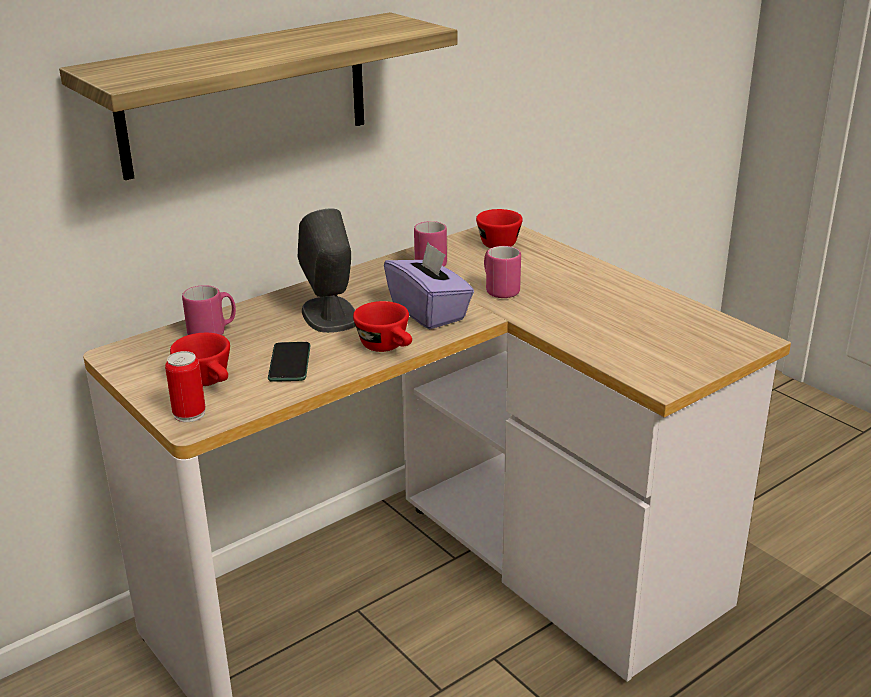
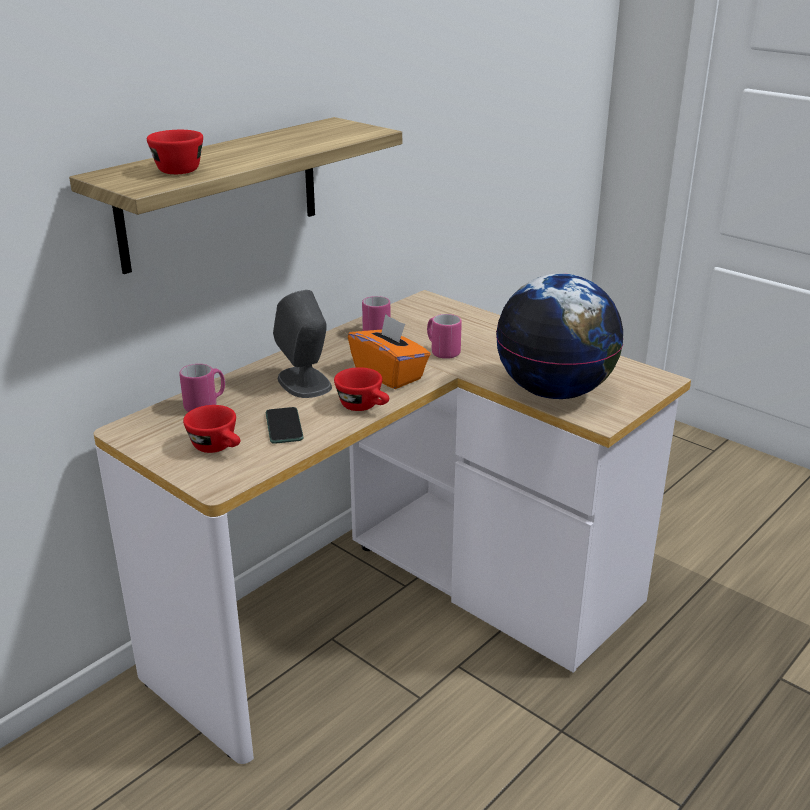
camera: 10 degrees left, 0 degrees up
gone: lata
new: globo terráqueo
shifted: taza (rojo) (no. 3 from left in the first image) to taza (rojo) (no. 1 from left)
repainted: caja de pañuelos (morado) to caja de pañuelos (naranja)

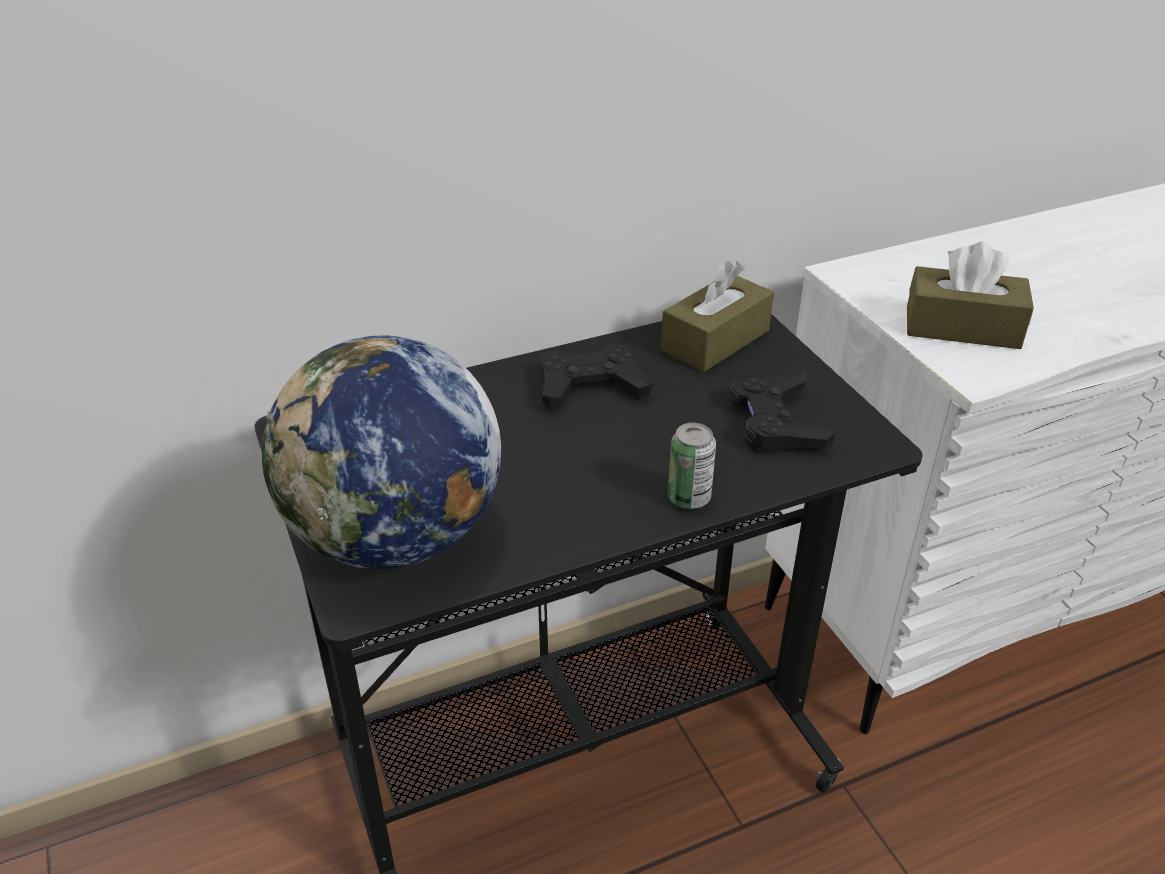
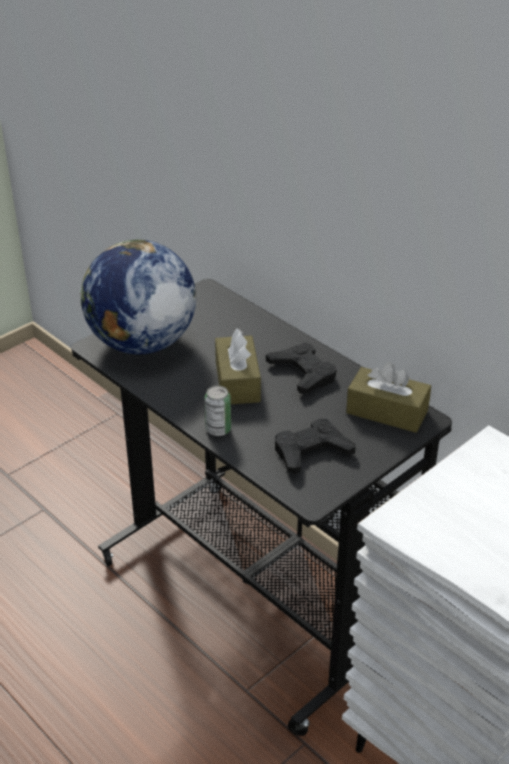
camera: 70 degrees right, 0 degrees up
shifted: caja de pañuelos (marrón) (no. 2 from left in the first image) to caja de pañuelos (marrón) (no. 1 from left)

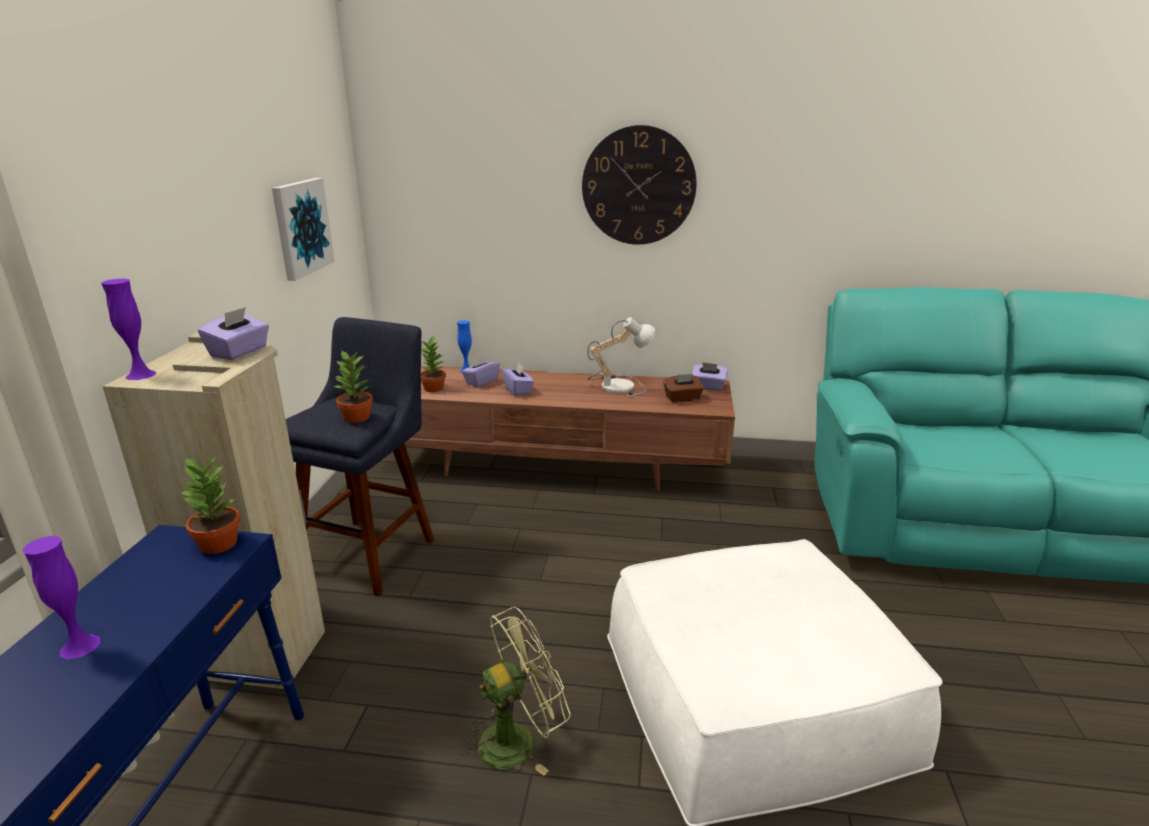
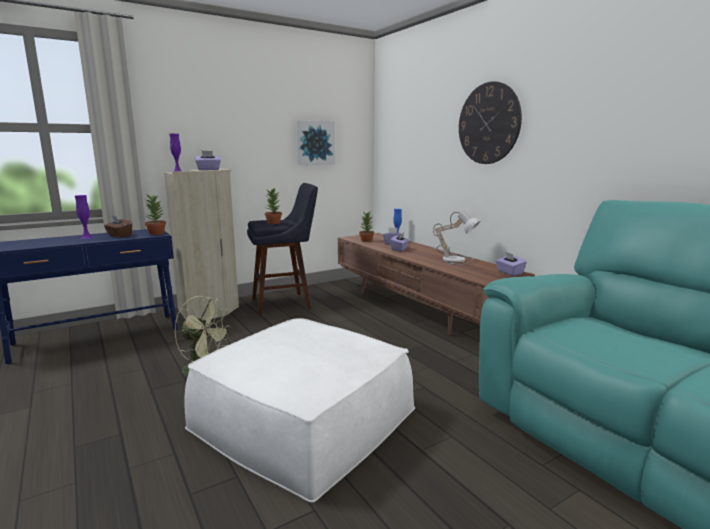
camera: 50 degrees right, 10 degrees down
shifted: caja de pañuelos (marrón)

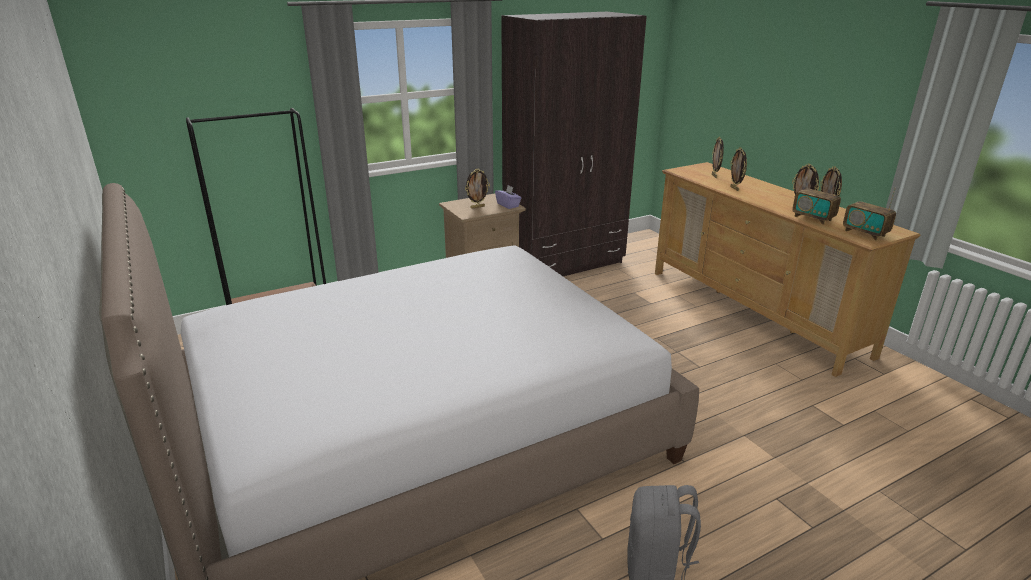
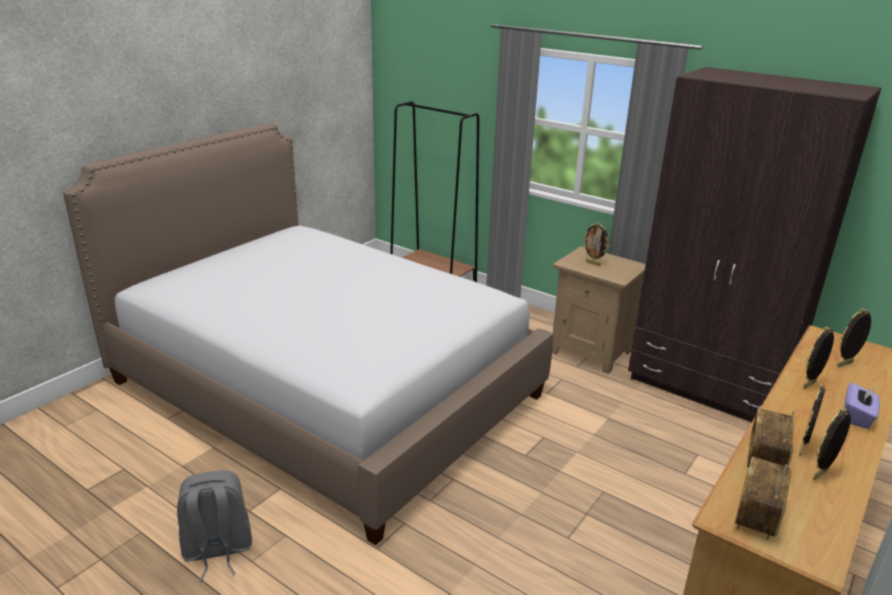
camera: 65 degrees right, 0 degrees up
shifted: caja de pañuelos (morado)

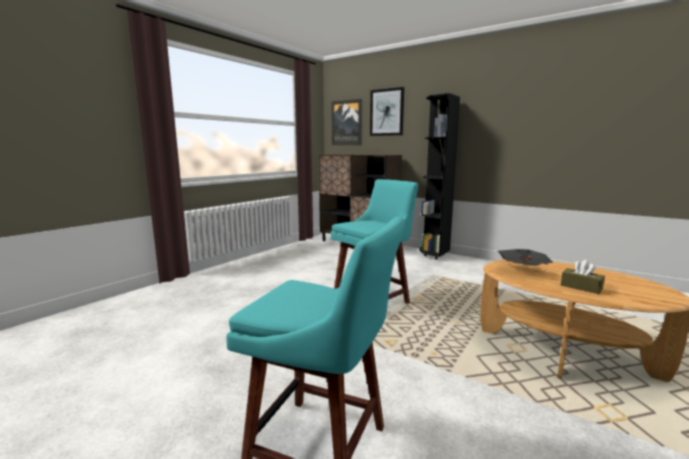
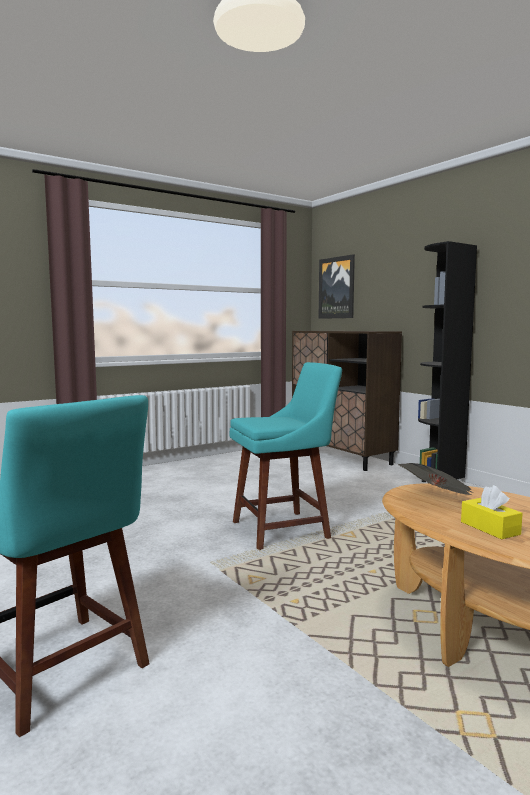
camera: 20 degrees right, 5 degrees down
gone: cuadro (no. 2 from left)
repainted: caja de pañuelos (marrón) to caja de pañuelos (amarillo)

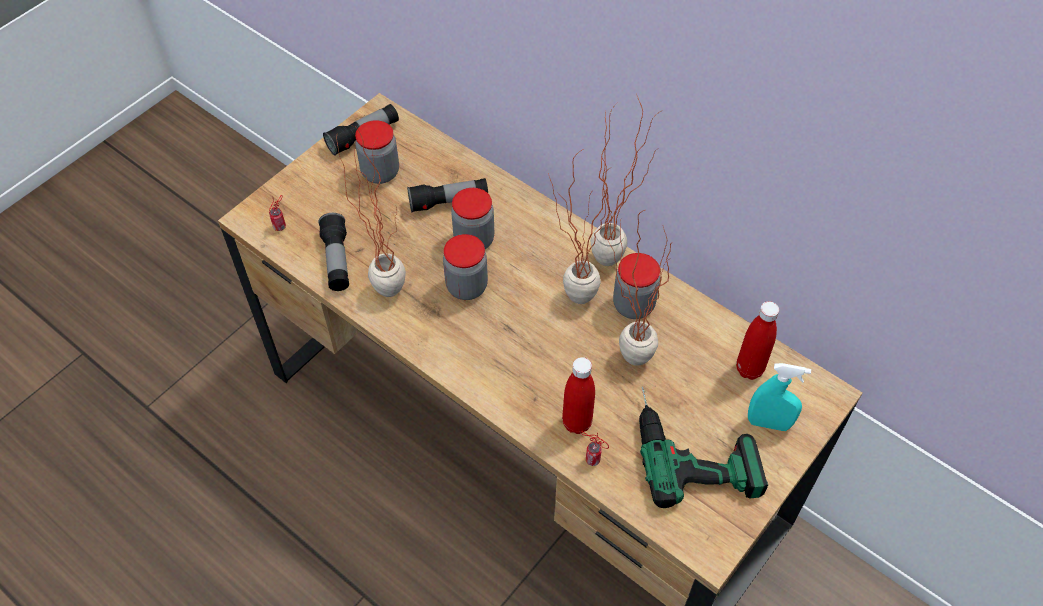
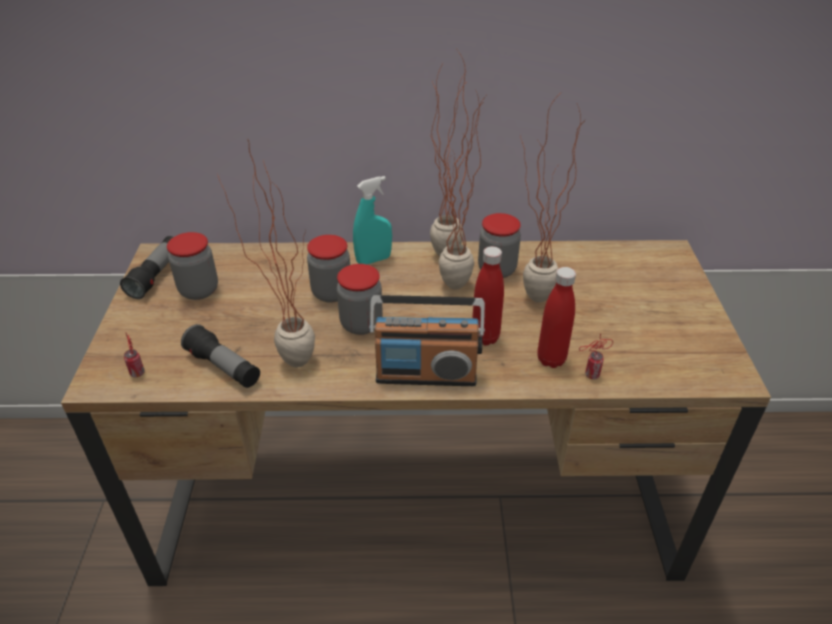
camera: 40 degrees left, 15 degrees down
gone: linterna (no. 3 from left); taladro
new: radio
shifted: botella (rojo) (no. 2 from left in the first image) to botella (rojo) (no. 1 from left); pulverizador (turquesa)

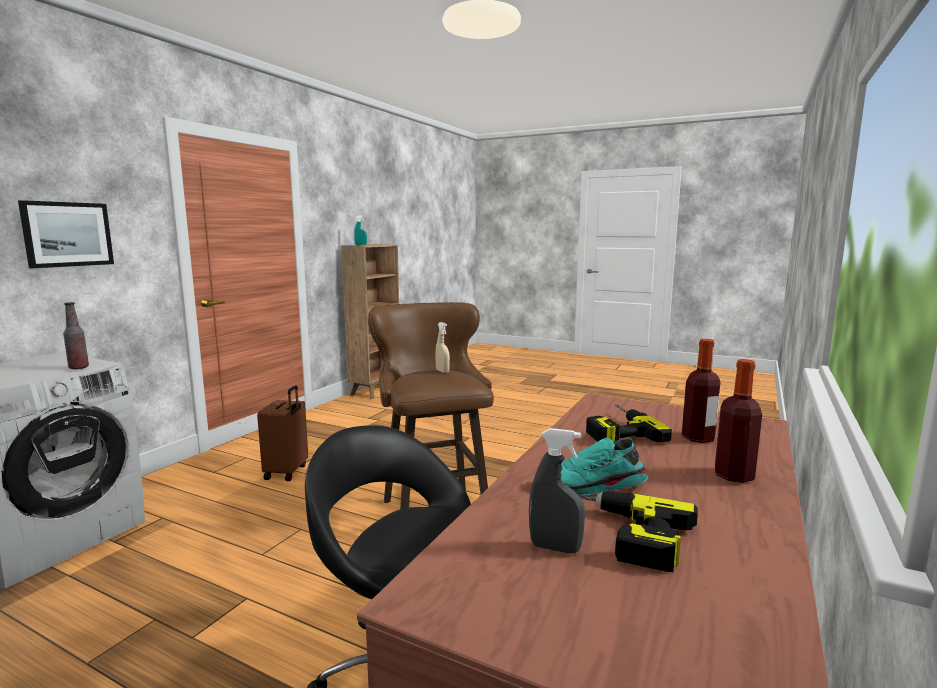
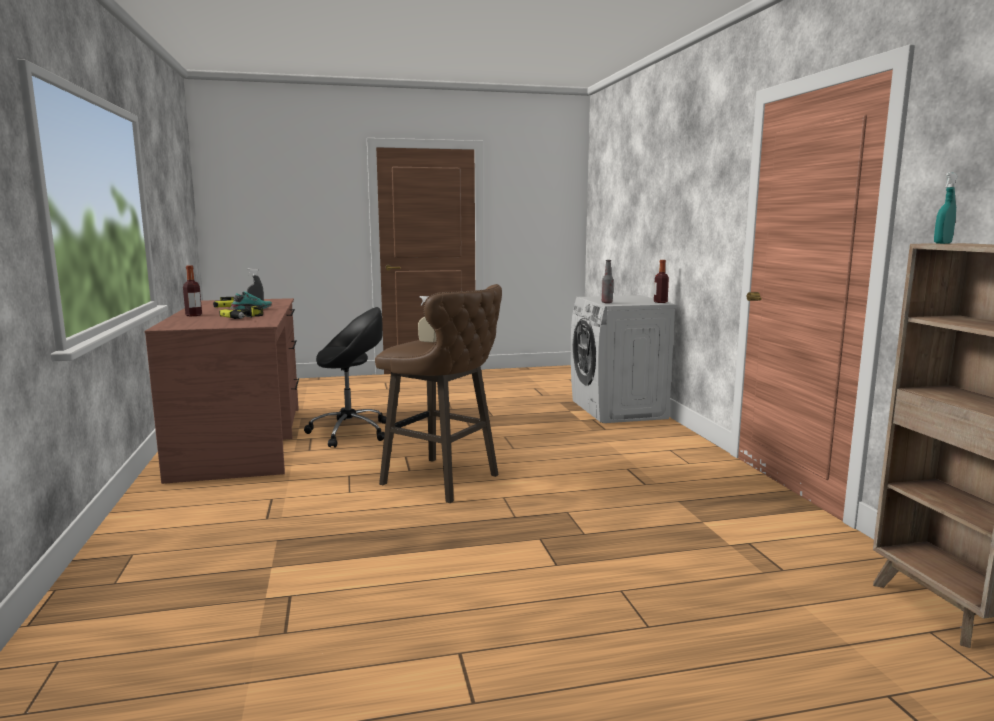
camera: 140 degrees right, 0 degrees up
gone: cuadro; maleta (marrón)
shifted: botella (no. 2 from left in the first image) to botella (no. 3 from left)

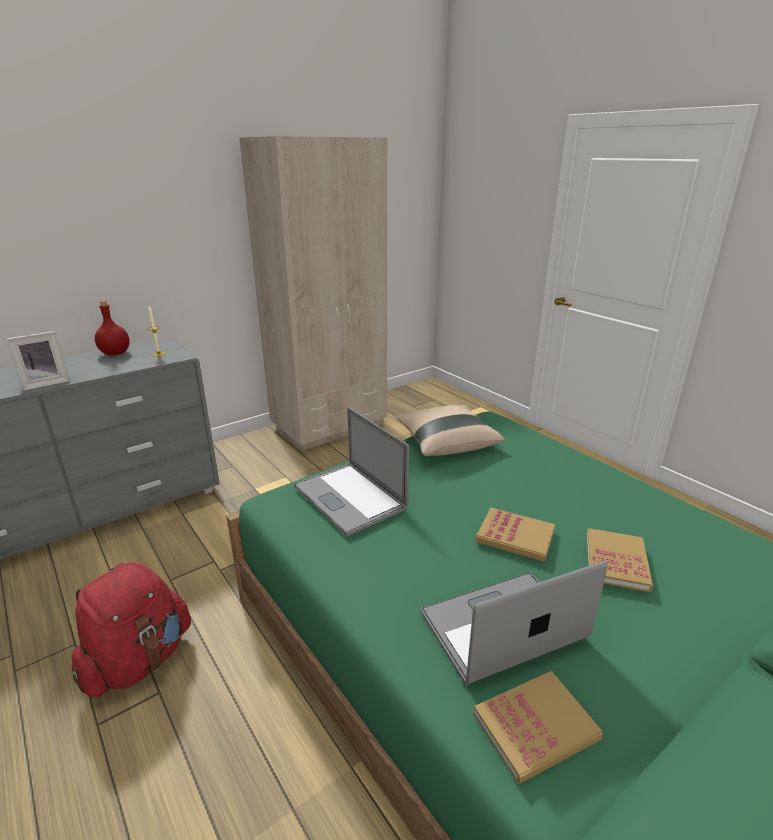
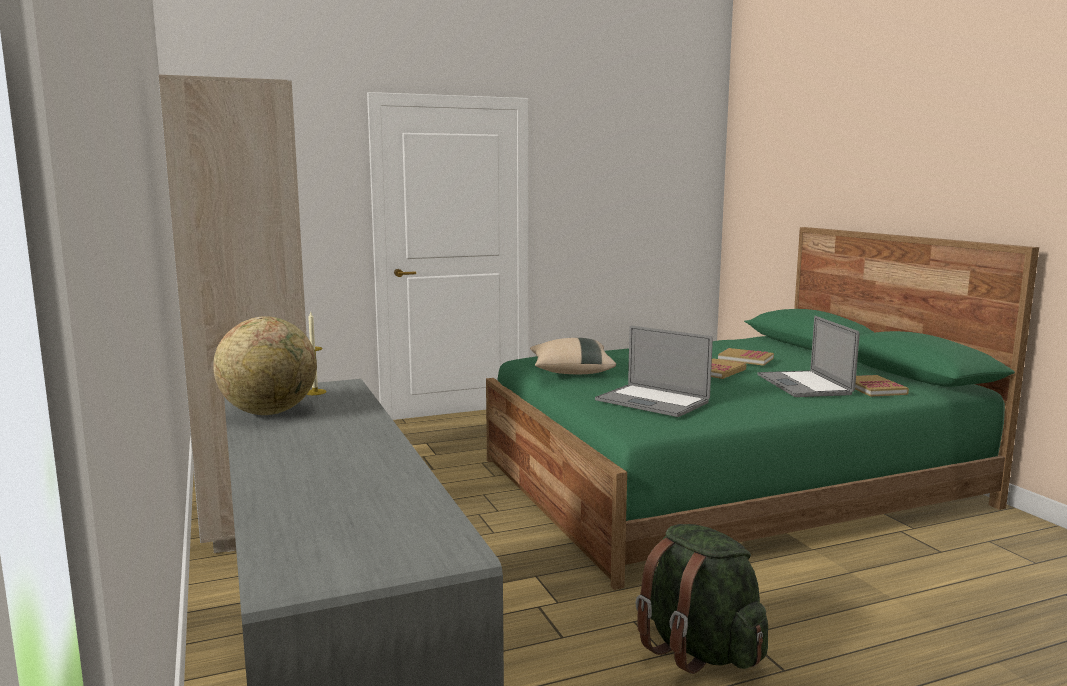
camera: 75 degrees left, 15 degrees down
gone: portarretratos
swapped: botella (rojo) to globo terráqueo
repainted: mochila (rojo) to mochila (verde)
rotated: portátil (no. 1 from left) 60 degrees clockwise

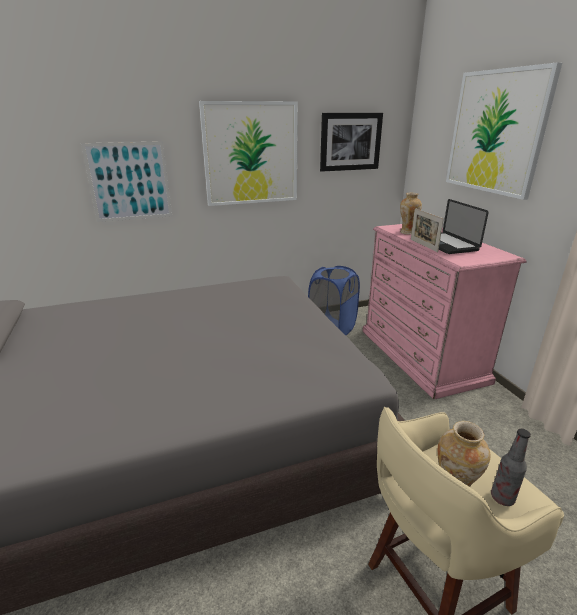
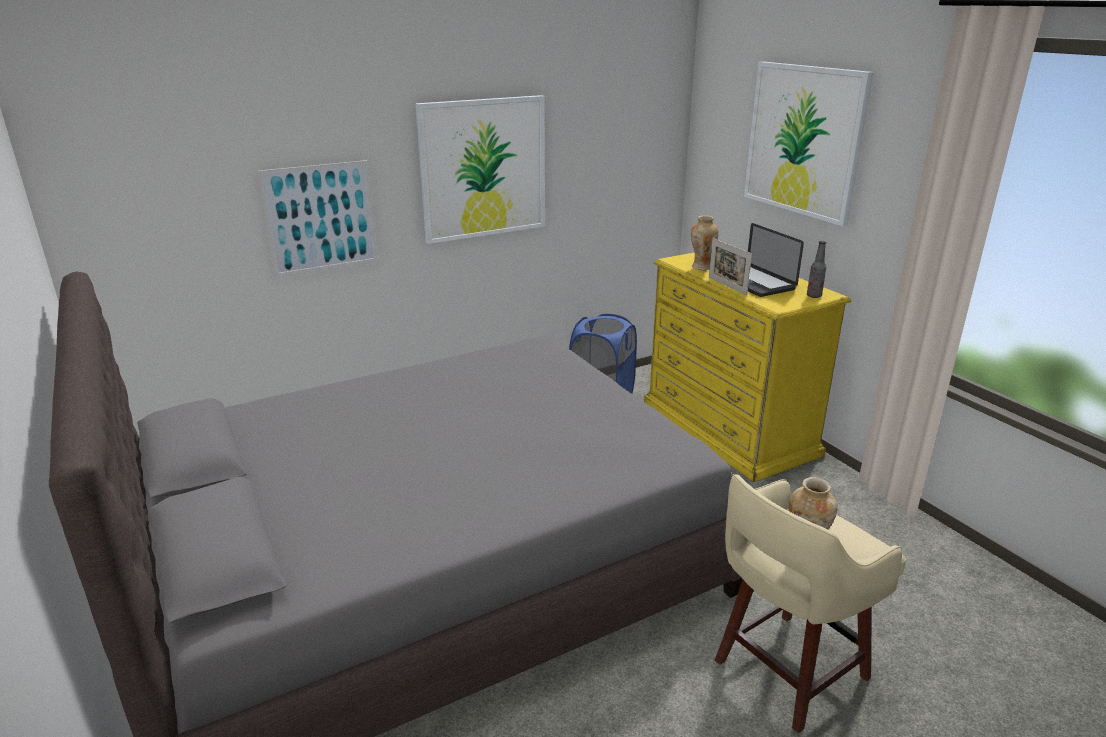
camera: 10 degrees left, 0 degrees up
gone: cuadro (no. 3 from left)
shifted: botella
repainted: cómoda (rosa) to cómoda (amarillo)

